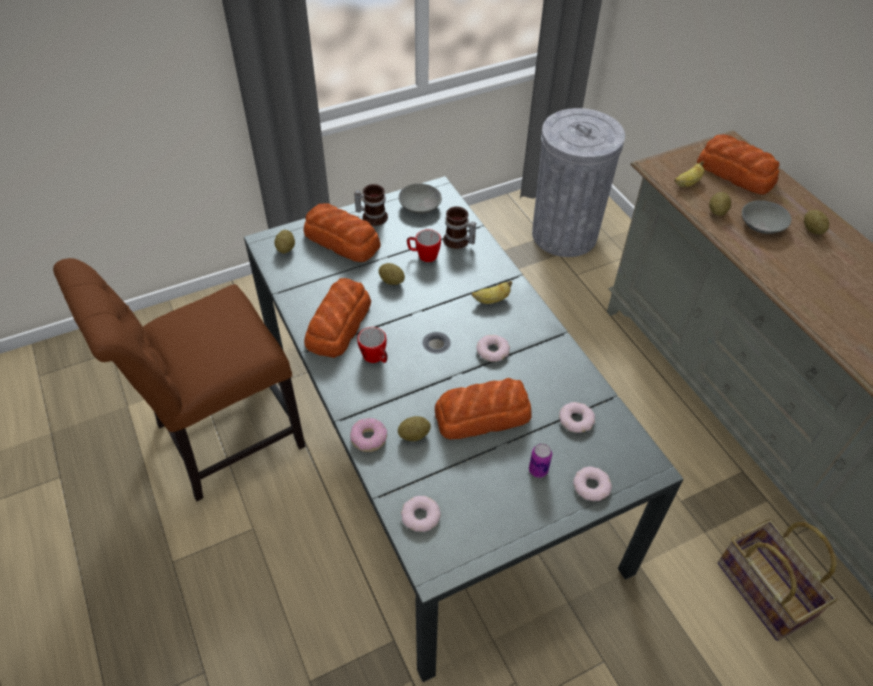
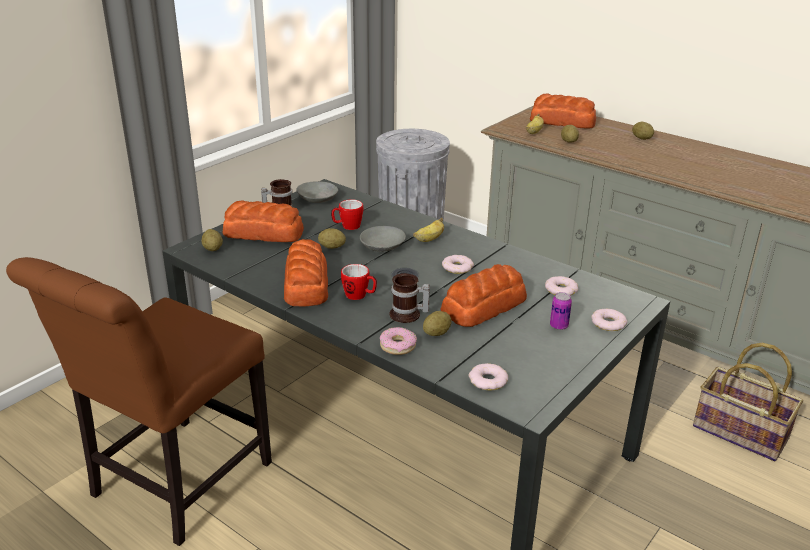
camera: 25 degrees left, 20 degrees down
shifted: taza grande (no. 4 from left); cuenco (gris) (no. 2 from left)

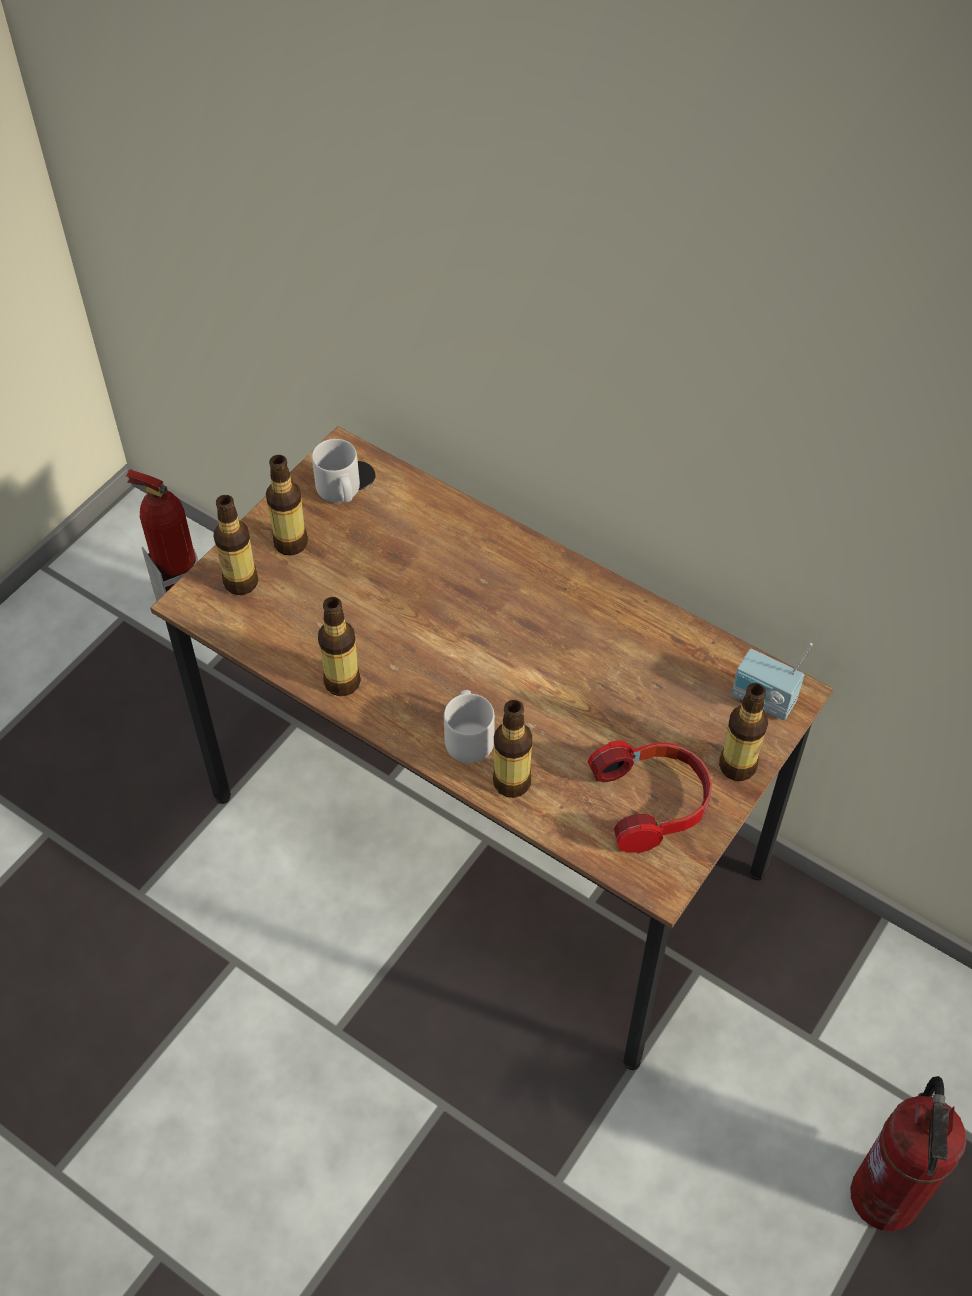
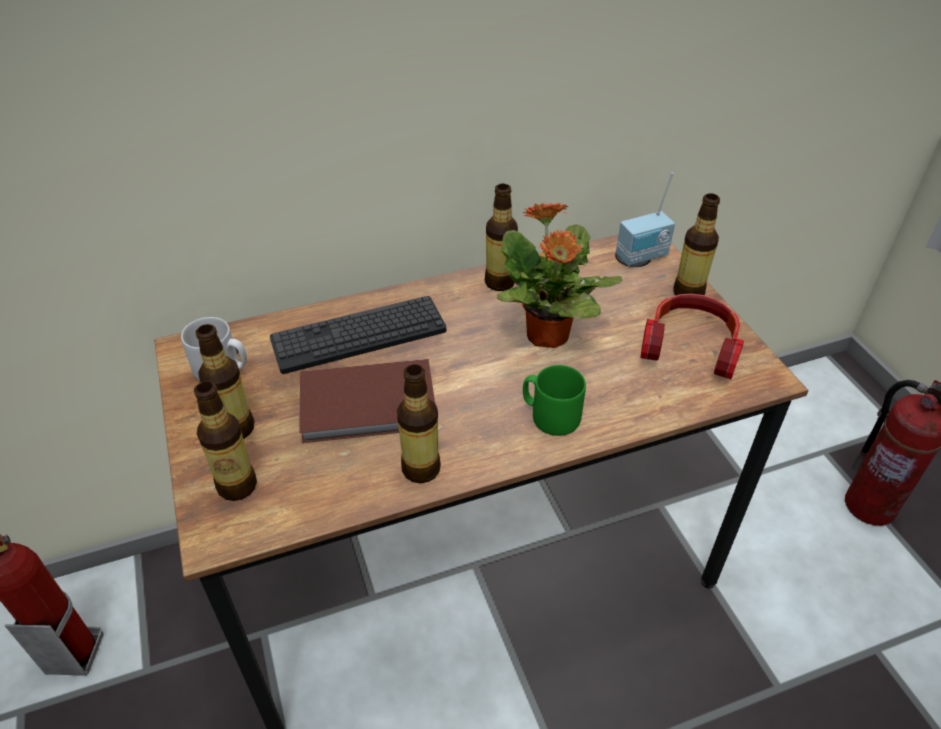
camera: 55 degrees left, 10 degrees down
new: teclado; libro (marrón); planta en maceta
shifted: botella (no. 4 from left)
repainted: taza grande (gris) (no. 2 from left) to taza grande (verde)

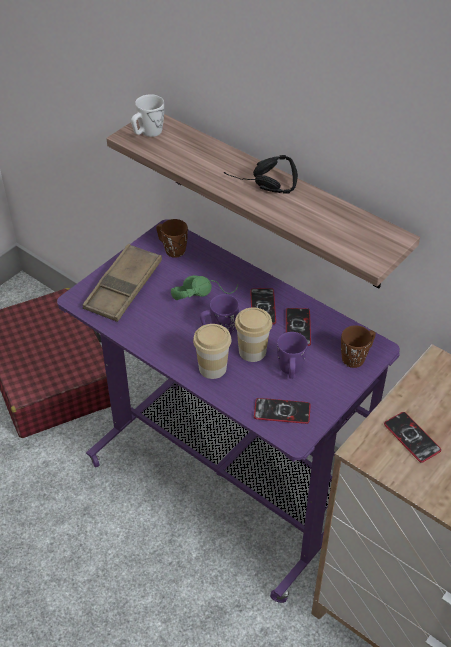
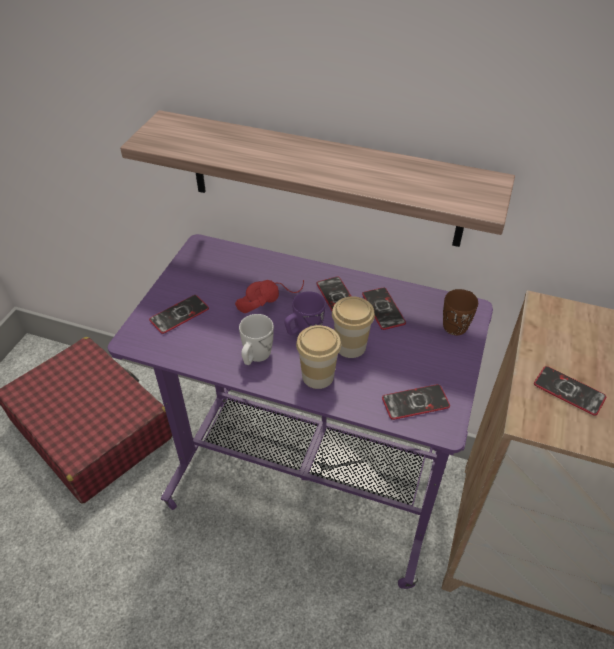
camera: 20 degrees left, 0 degrees up
gone: taza grande (marrón) (no. 1 from left); auriculares (negro); taza grande (morado) (no. 2 from left)
shifted: taza grande (blanco)
swapped: bandeja (marrón) to móvil (no. 1 from left)
repainted: auriculares (verde) to auriculares (rojo)

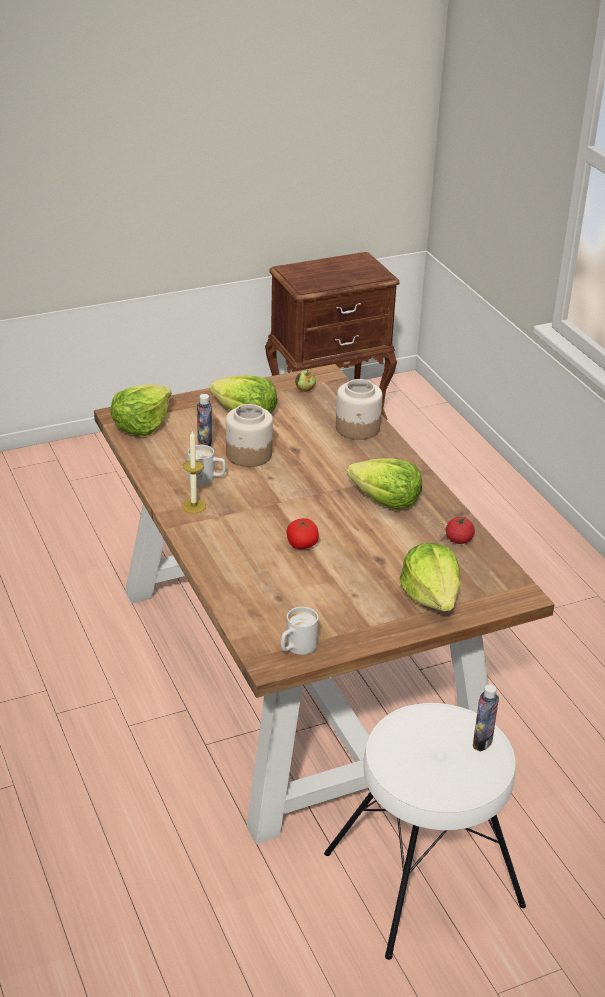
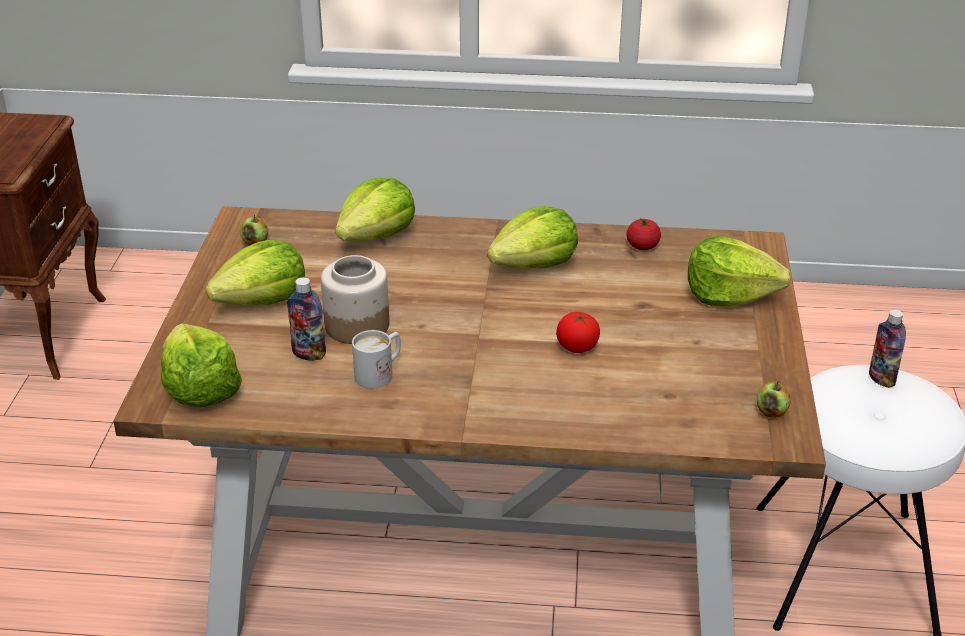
camera: 60 degrees left, 0 degrees up
gone: vela
swapped: taza grande (blanco) (no. 2 from left) to manzana (no. 2 from left); tarro (no. 2 from left) to lechuga (no. 3 from left)

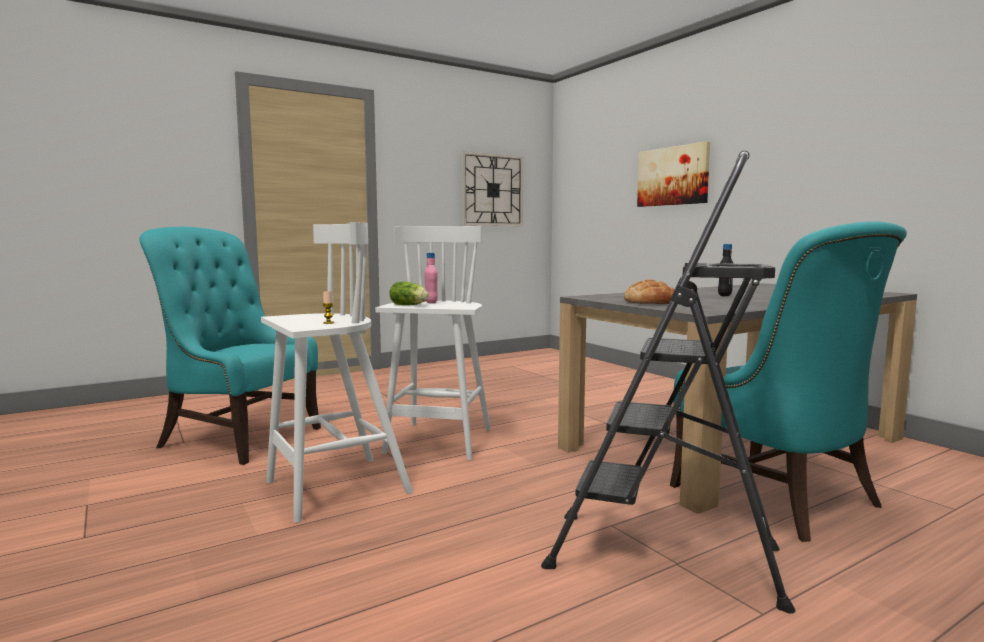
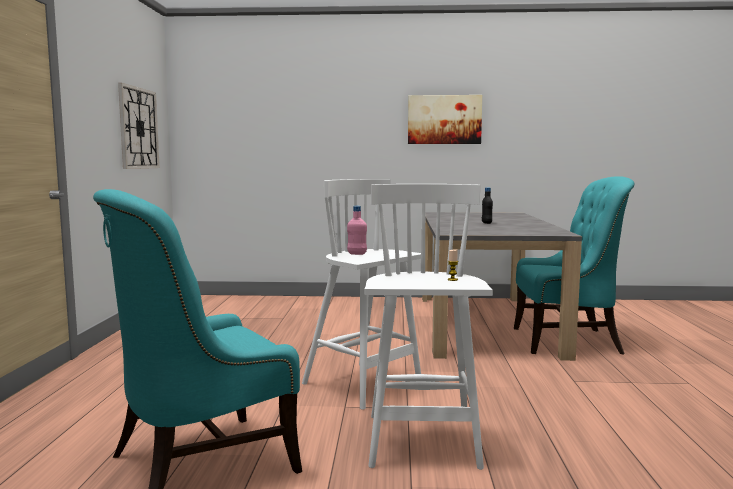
camera: 55 degrees left, 0 degrees up
gone: lechuga; escalera de tijera; pan
shifted: cuadro

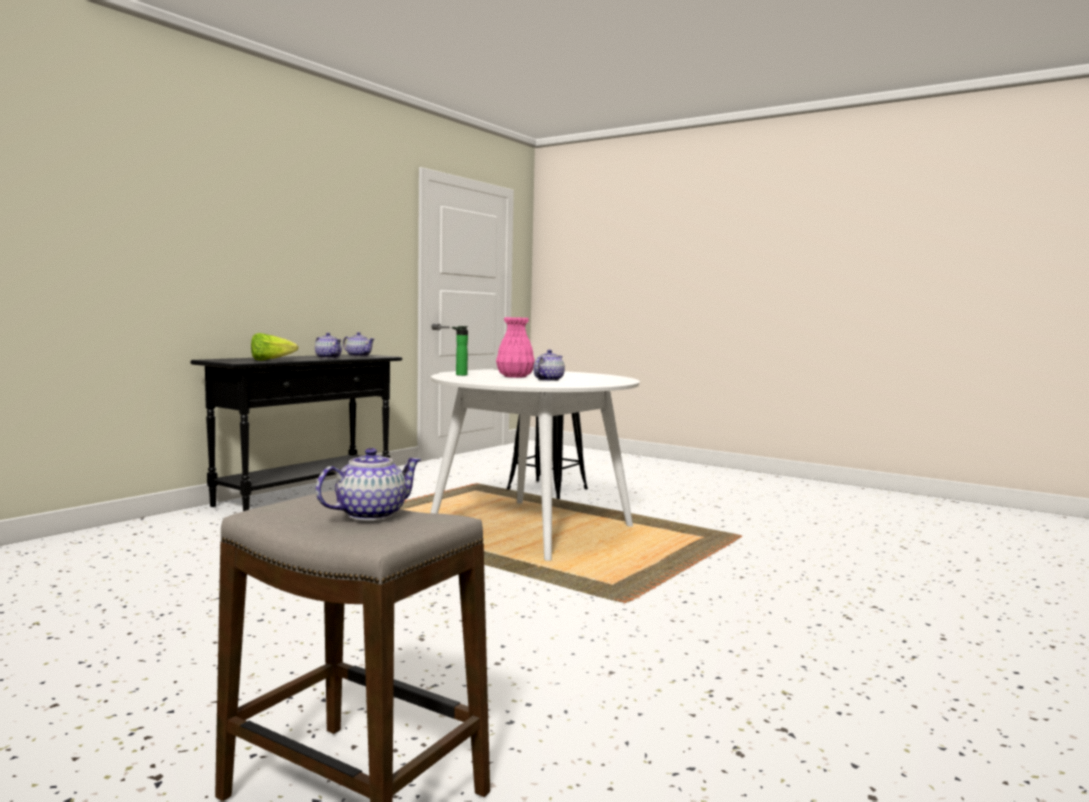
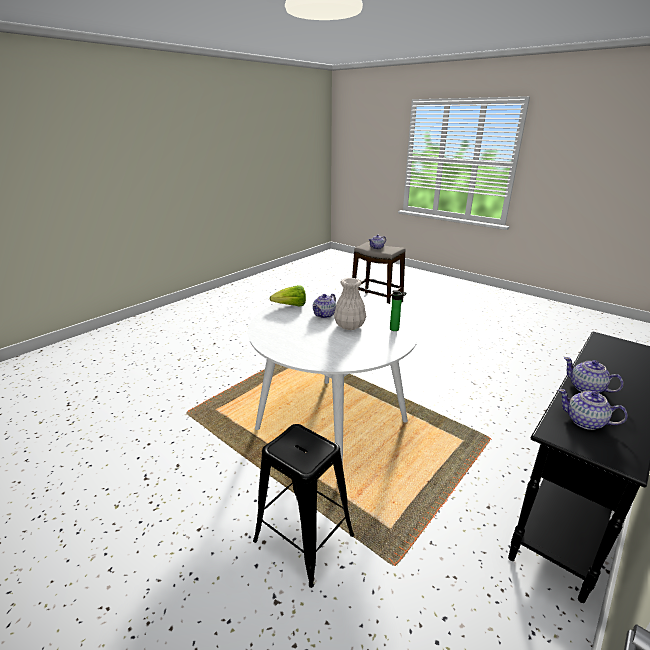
camera: 175 degrees left, 20 degrees up
shifted: lechuga
repainted: florero (rosa) to florero (blanco)

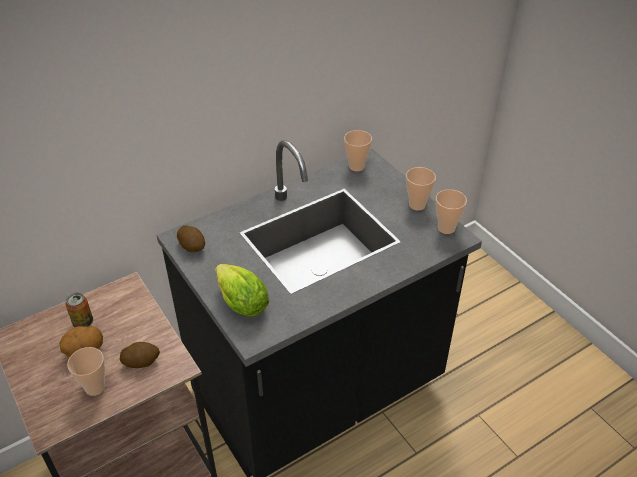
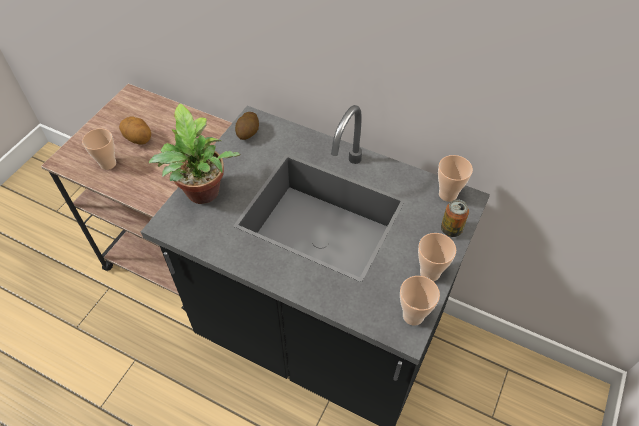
camera: 60 degrees right, 10 degrees up
gone: patata (no. 2 from left)
shifted: lata
swapped: lechuga to planta en maceta

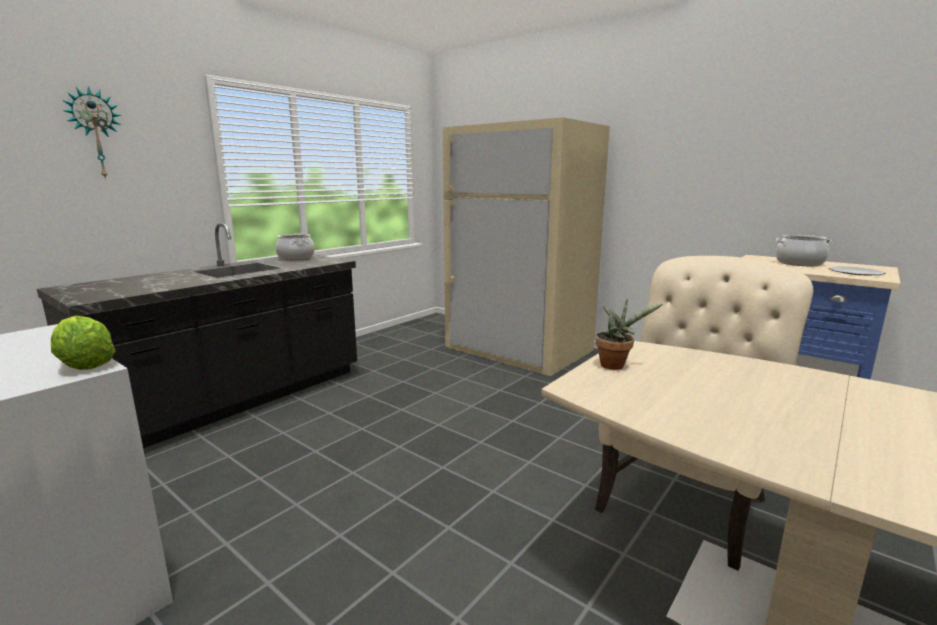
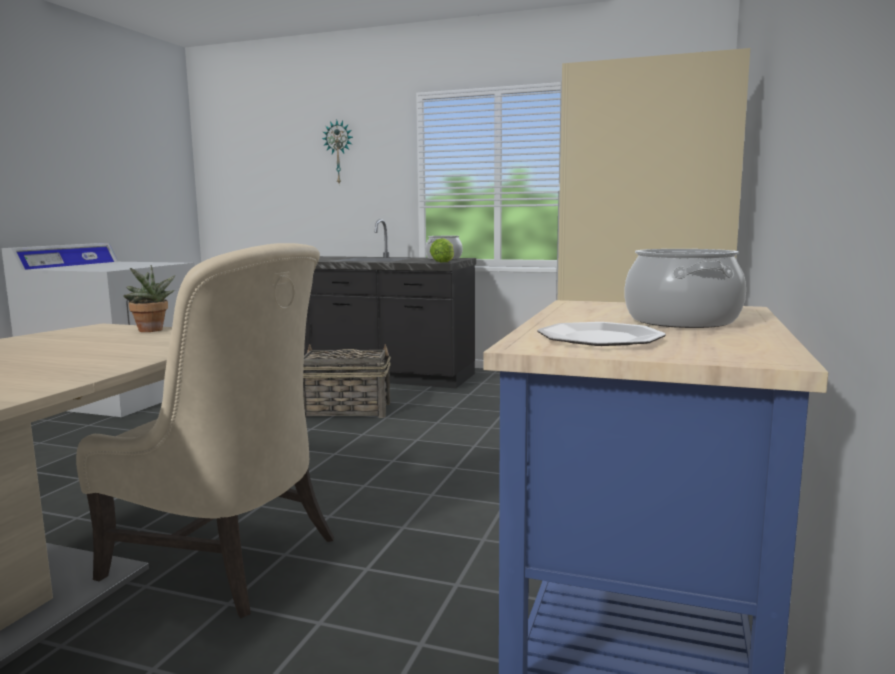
camera: 70 degrees right, 5 degrees down
new: cesta
shifted: lechuga

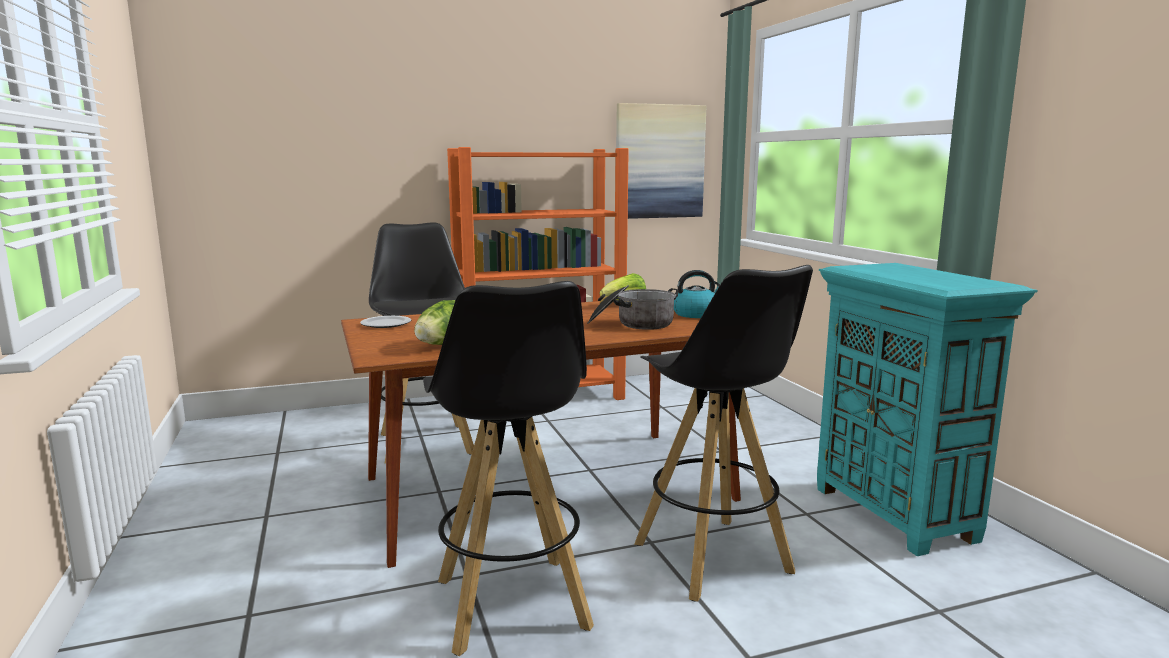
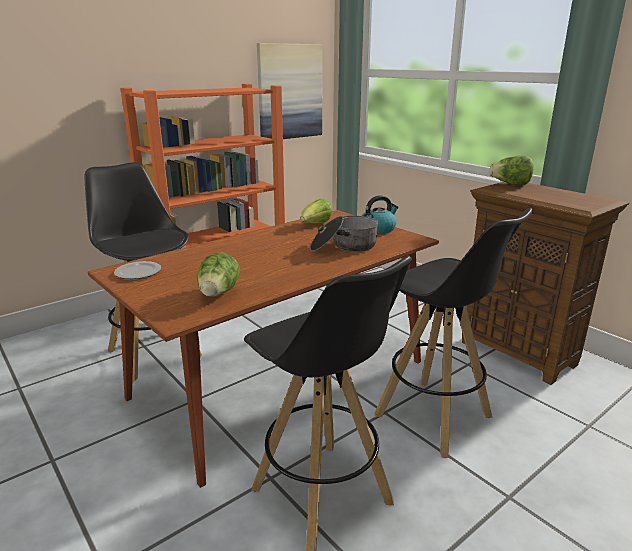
camera: 20 degrees left, 10 degrees up
new: lechuga (no. 3 from left)
repainted: armario (turquesa) to armario (marrón)

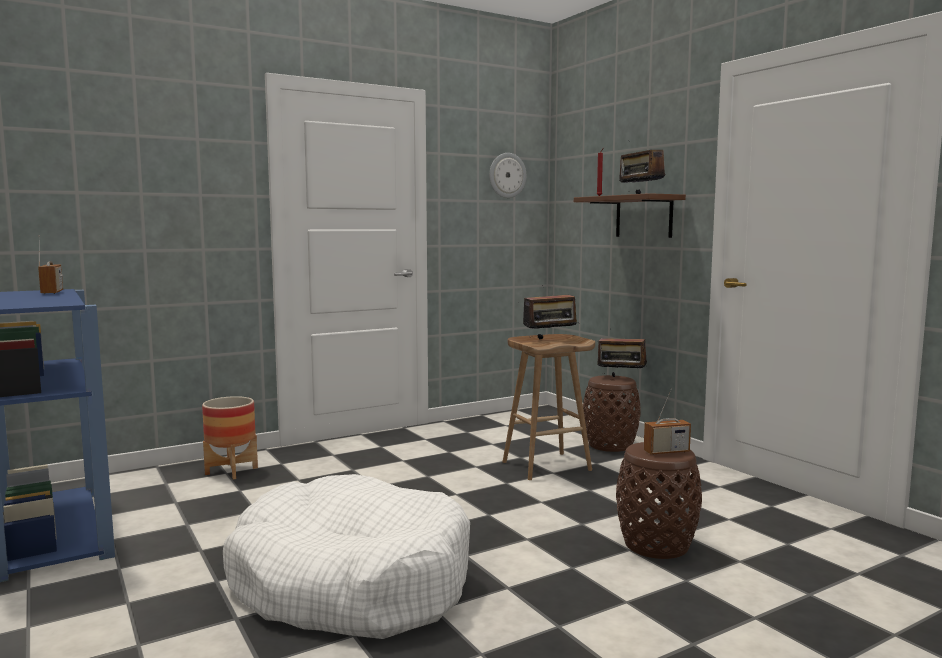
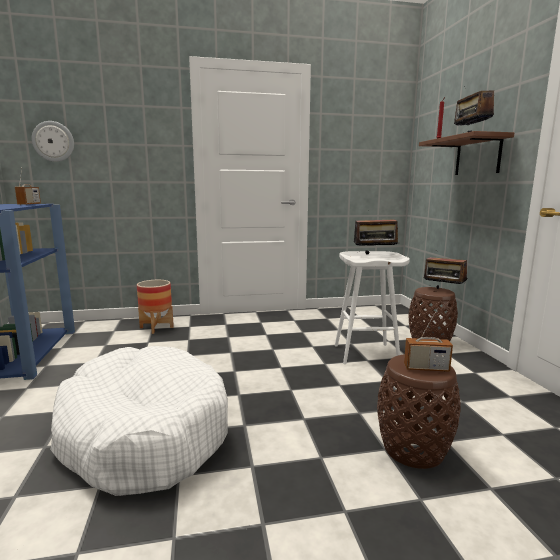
camera: 20 degrees right, 5 degrees up
shifted: reloj de pared
repainted: taburete (marrón) (no. 1 from left) to taburete (blanco)

